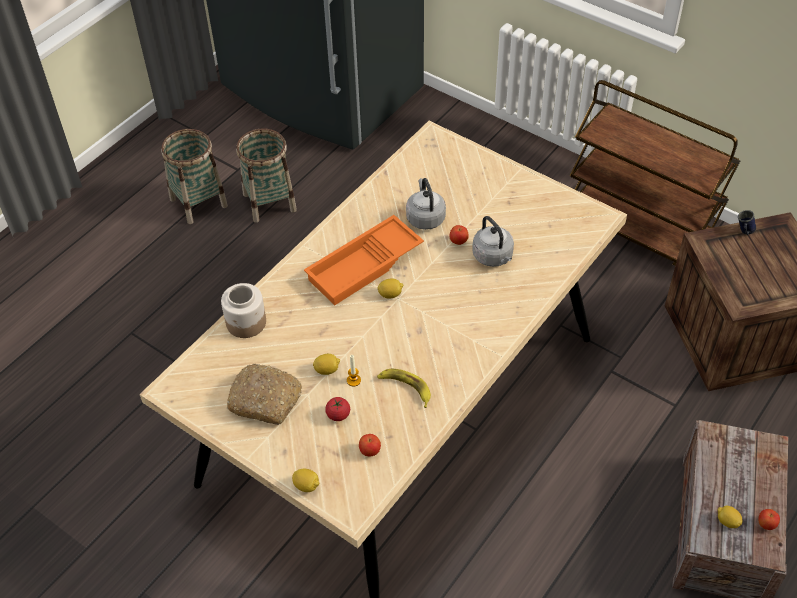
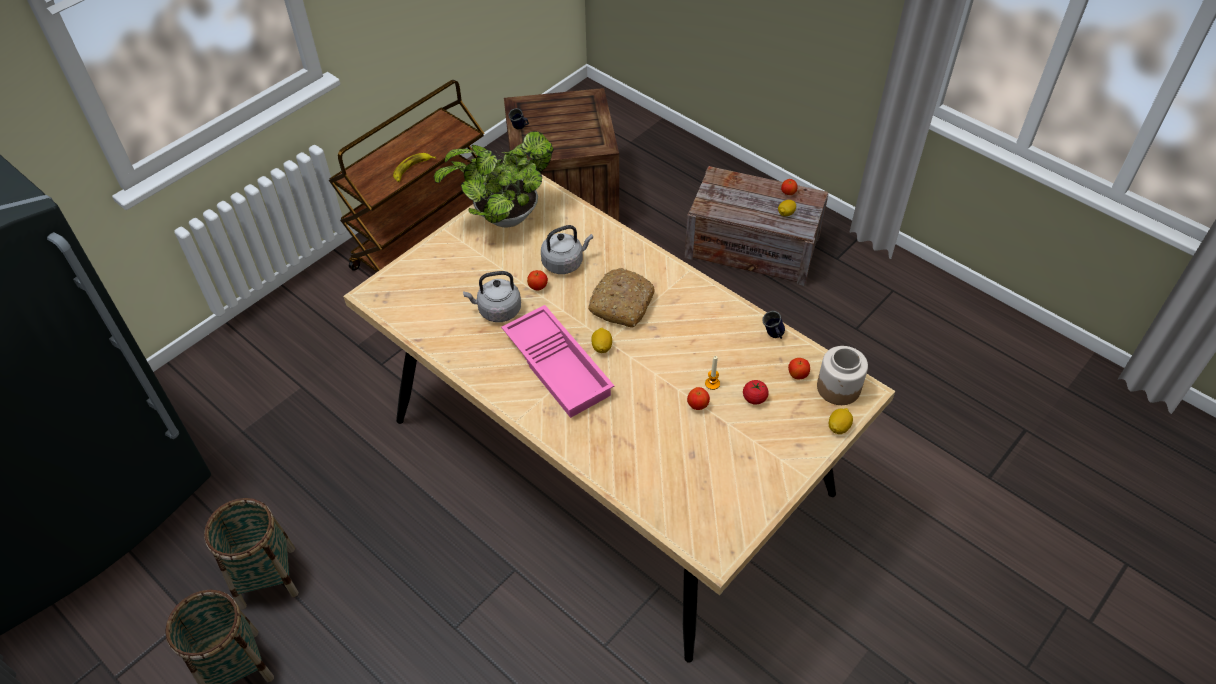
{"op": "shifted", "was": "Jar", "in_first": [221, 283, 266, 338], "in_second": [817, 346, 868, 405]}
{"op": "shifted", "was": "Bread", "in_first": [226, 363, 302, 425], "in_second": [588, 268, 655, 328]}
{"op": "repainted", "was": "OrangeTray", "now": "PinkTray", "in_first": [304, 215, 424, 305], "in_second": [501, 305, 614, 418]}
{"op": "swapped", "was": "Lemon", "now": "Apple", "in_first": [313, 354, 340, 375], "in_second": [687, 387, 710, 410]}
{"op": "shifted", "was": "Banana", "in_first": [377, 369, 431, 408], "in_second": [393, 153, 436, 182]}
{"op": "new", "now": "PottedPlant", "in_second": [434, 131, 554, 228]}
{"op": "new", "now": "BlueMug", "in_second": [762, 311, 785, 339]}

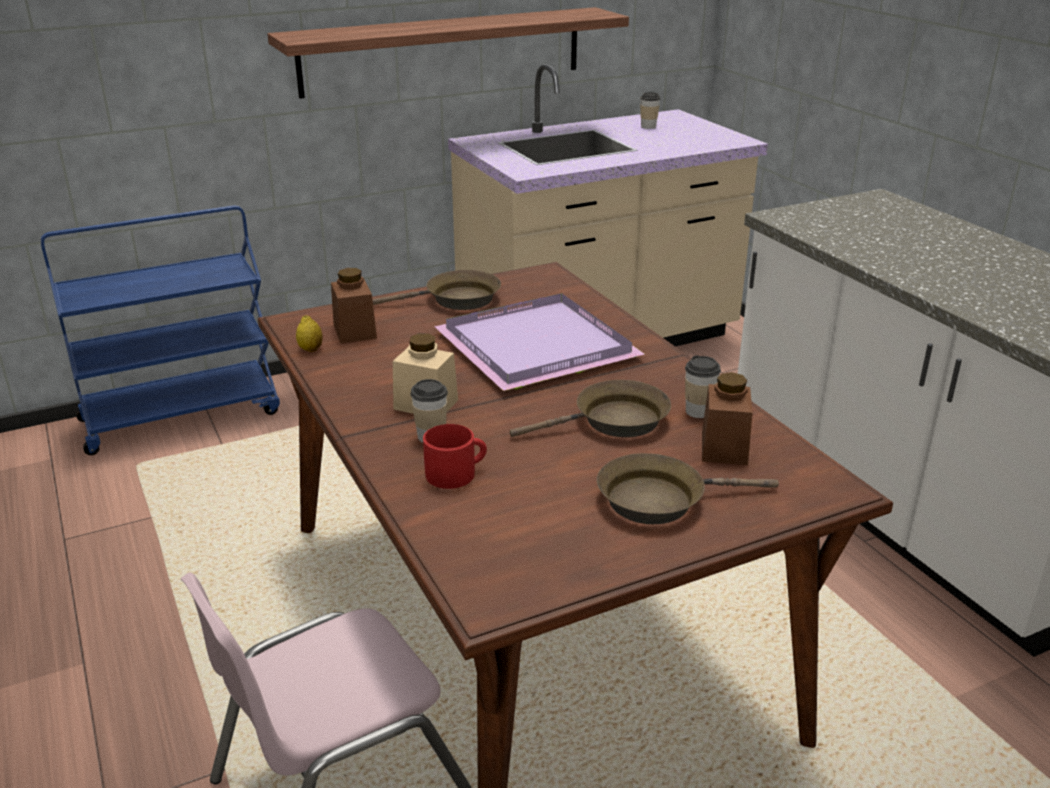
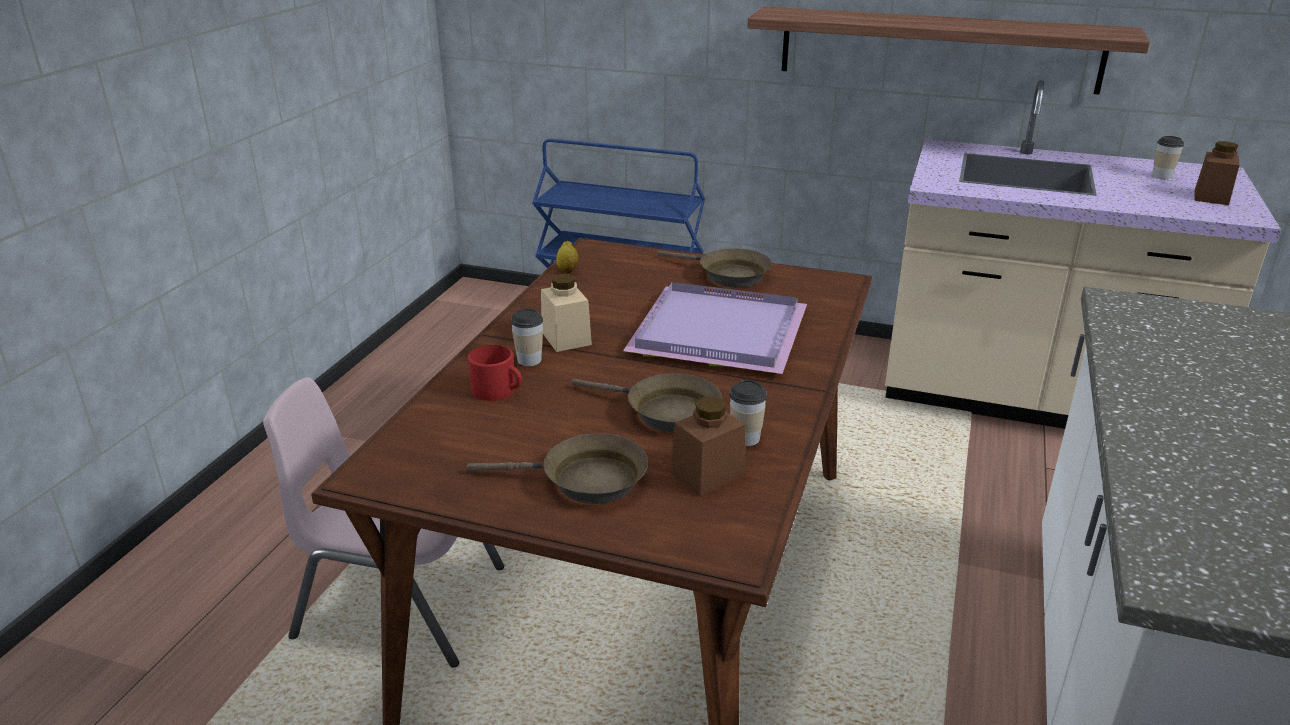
{"op": "shifted", "was": "BrownJar", "in_first": [331, 268, 377, 343], "in_second": [1194, 141, 1239, 205]}
{"op": "rotated", "was": "BrownFryingPan", "in_first": [597, 453, 779, 524], "in_second": [467, 433, 648, 504], "clockwise": 150}

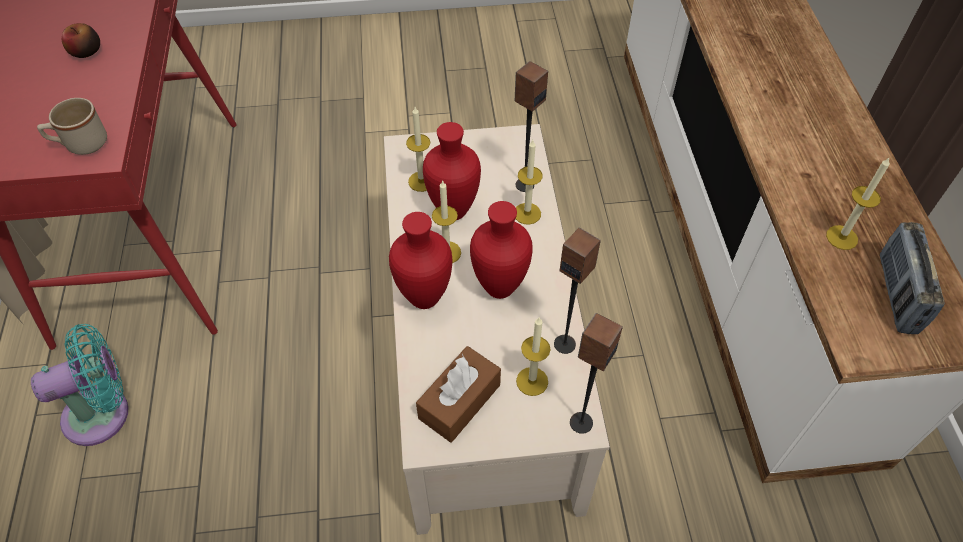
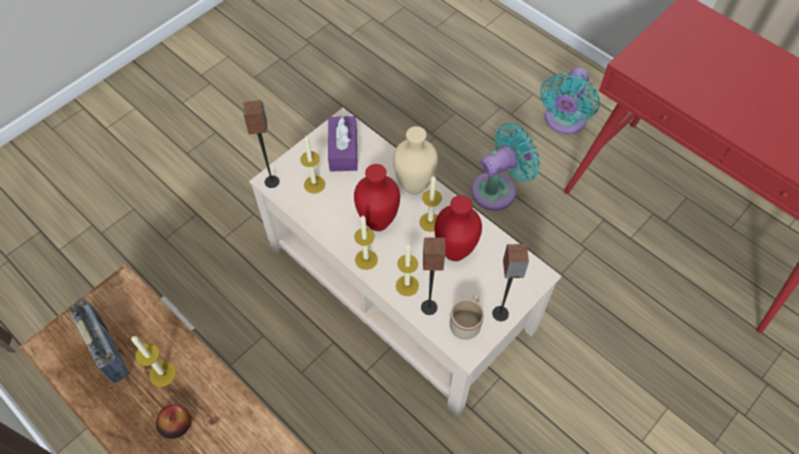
{"op": "shifted", "was": "BeigeMug", "in_first": [37, 98, 107, 155], "in_second": [450, 293, 484, 340]}
{"op": "shifted", "was": "Apple", "in_first": [62, 23, 100, 58], "in_second": [156, 404, 192, 439]}
{"op": "repainted", "was": "RedVase", "now": "BeigeVase", "in_first": [389, 212, 452, 309], "in_second": [393, 126, 438, 195]}
{"op": "shifted", "was": "Candle", "in_first": [406, 107, 430, 192], "in_second": [354, 215, 378, 270]}
{"op": "repainted", "was": "BrownTissueBox", "now": "PurpleTissueBox", "in_first": [416, 346, 501, 443], "in_second": [328, 116, 358, 172]}
{"op": "shifted", "was": "Speaker", "in_first": [554, 227, 601, 354], "in_second": [492, 244, 529, 321]}
{"op": "new", "now": "TurquoiseFan", "in_second": [471, 123, 540, 211]}

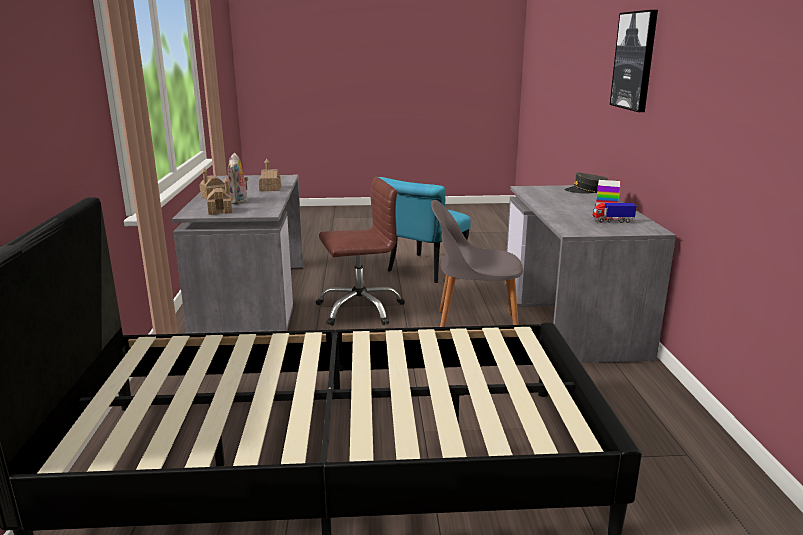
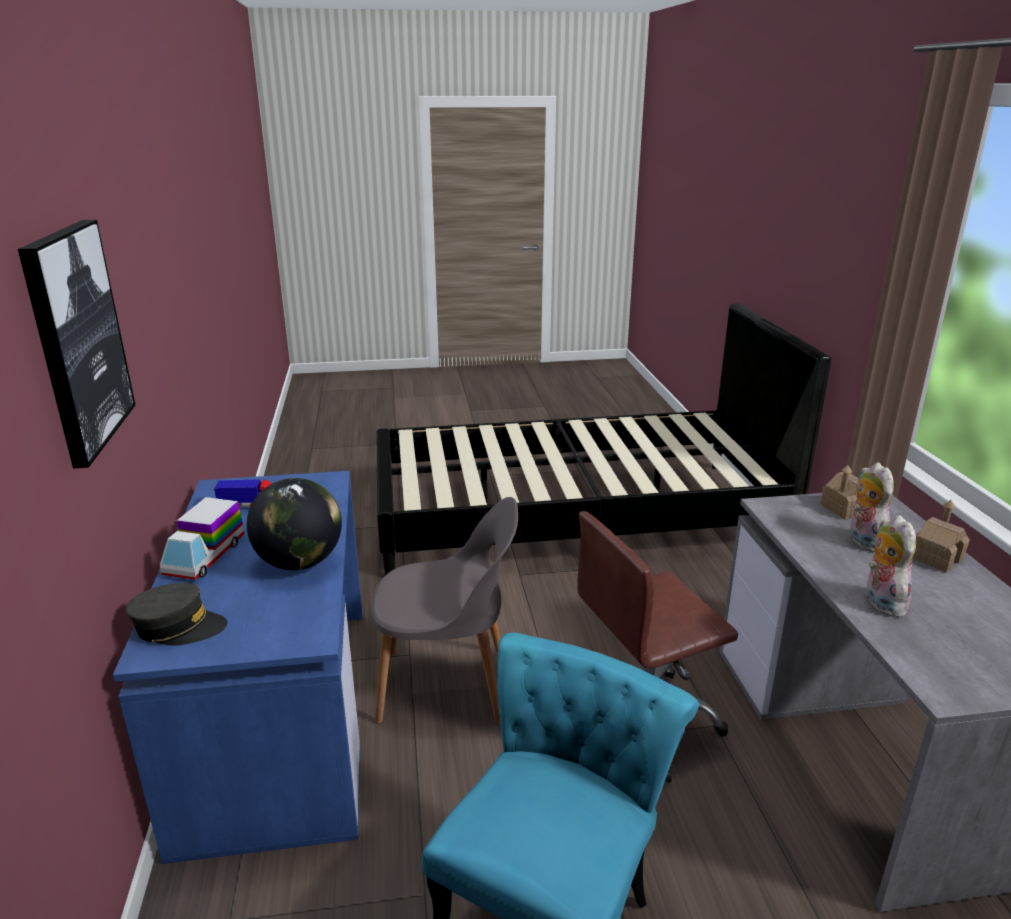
{"op": "swapped", "was": "ToyHouse", "now": "PlushToy", "in_first": [259, 159, 281, 191], "in_second": [866, 515, 916, 618]}
{"op": "repainted", "was": "GreyDesk", "now": "BlueDesk", "in_first": [505, 185, 676, 363], "in_second": [113, 471, 363, 864]}
{"op": "new", "now": "Globe", "in_second": [247, 478, 342, 570]}

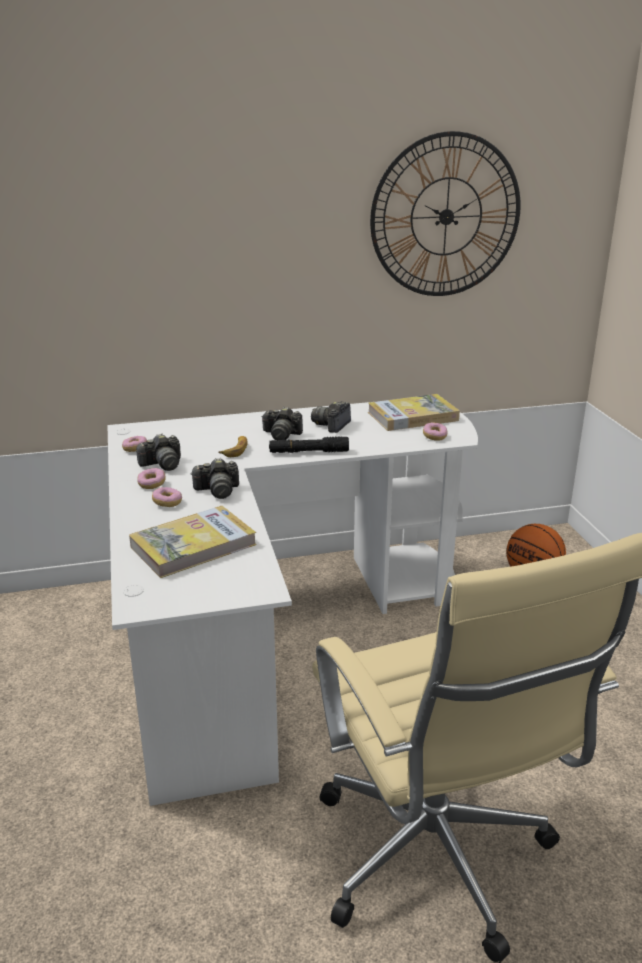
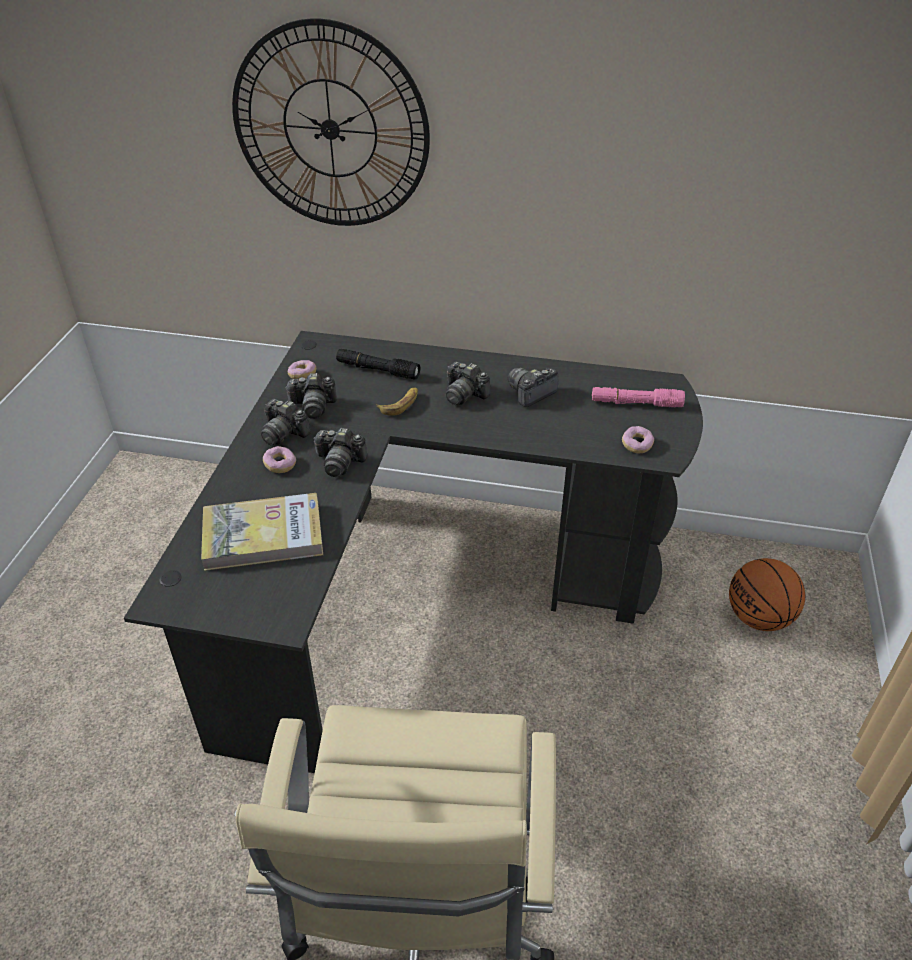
{"op": "repainted", "was": "WhiteDesk", "now": "BlackDesk", "in_first": [107, 402, 478, 806], "in_second": [124, 331, 703, 773]}
{"op": "swapped", "was": "Donut", "now": "PhotoCamera", "in_first": [137, 468, 166, 489], "in_second": [261, 399, 311, 446]}
{"op": "shifted", "was": "BlackFlashlight", "in_first": [269, 436, 349, 453], "in_second": [336, 349, 420, 380]}
{"op": "swapped", "was": "Book", "now": "PinkFlashlight", "in_first": [368, 394, 460, 431], "in_second": [592, 387, 685, 407]}
{"op": "shifted", "was": "WallClock", "in_first": [370, 131, 521, 296], "in_second": [232, 19, 430, 226]}

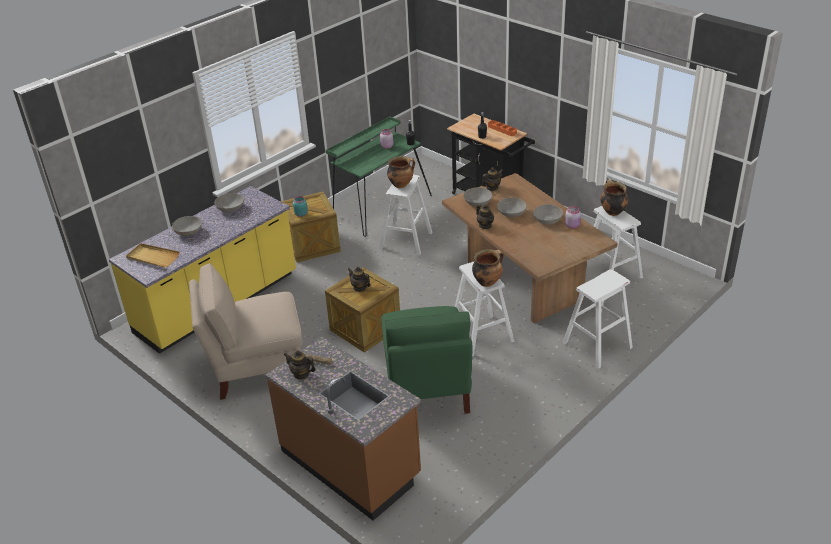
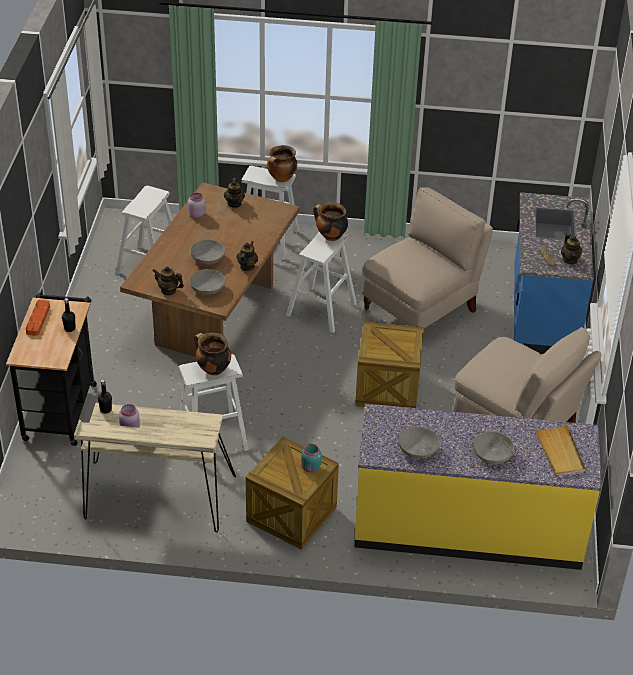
{"op": "repainted", "was": "BrownCounter", "now": "BlueCounter", "in_first": [266, 337, 421, 521], "in_second": [514, 192, 594, 354]}
{"op": "repainted", "was": "GreenDesk", "now": "BeigeDesk", "in_first": [326, 116, 432, 237], "in_second": [74, 403, 236, 532]}
{"op": "shifted", "was": "Teapot", "in_first": [348, 267, 371, 292], "in_second": [224, 178, 245, 208]}
{"op": "repainted", "was": "GreenChair", "now": "BeigeChair", "in_first": [381, 306, 472, 414], "in_second": [363, 187, 493, 328]}
{"op": "gone", "was": "GreyBowl", "in_first": [533, 204, 563, 225]}
{"op": "shifted", "was": "CookingPot", "in_first": [600, 180, 628, 216], "in_second": [267, 145, 297, 182]}

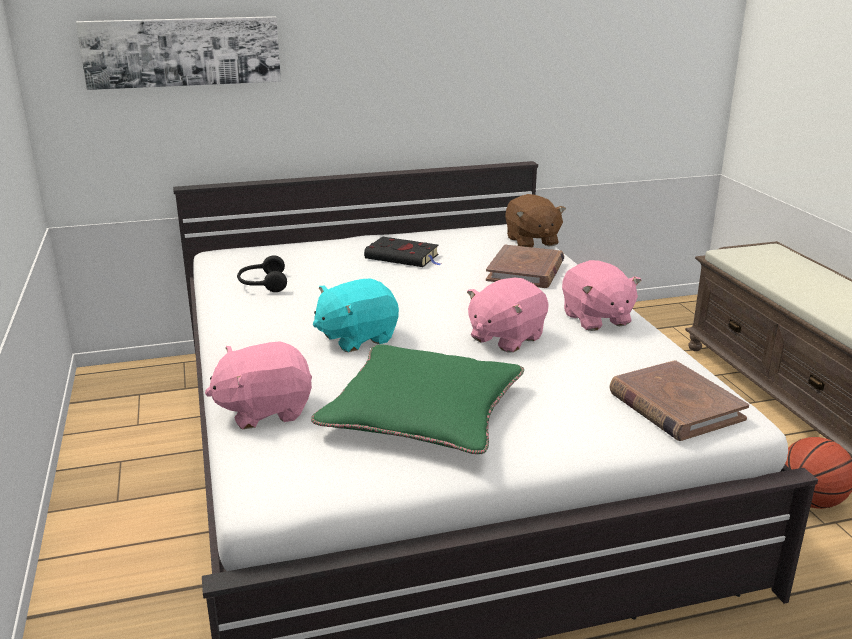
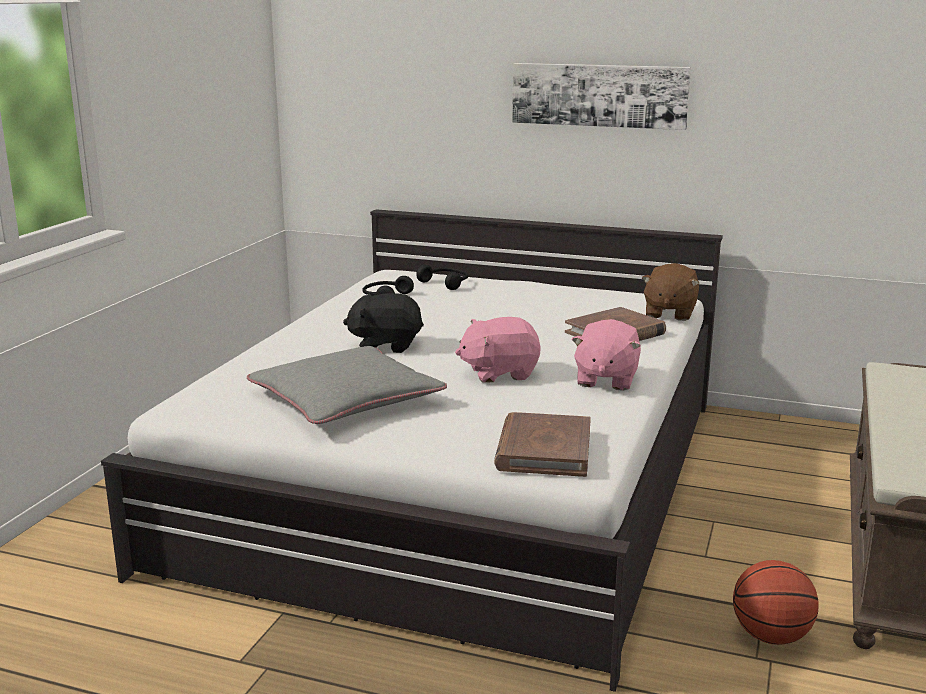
{"op": "shifted", "was": "Picture", "in_first": [76, 16, 281, 90], "in_second": [512, 63, 691, 130]}
{"op": "gone", "was": "PinkPlushToy", "in_first": [205, 341, 312, 429]}
{"op": "repainted", "was": "GreenPillow", "now": "GreyPillow", "in_first": [311, 345, 524, 454], "in_second": [247, 346, 447, 424]}
{"op": "repainted", "was": "TurquoisePlushToy", "now": "BlackPlushToy", "in_first": [313, 278, 399, 352], "in_second": [343, 293, 424, 353]}
{"op": "gone", "was": "BlackBook", "in_first": [364, 237, 441, 267]}
{"op": "new", "now": "BlackHeadphones", "in_second": [416, 265, 469, 290]}

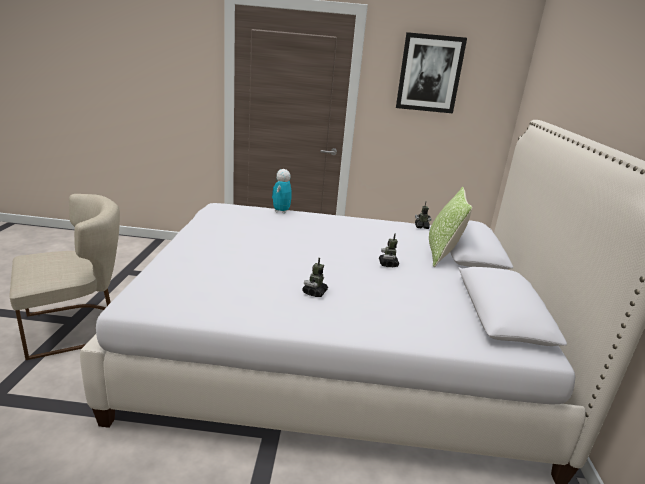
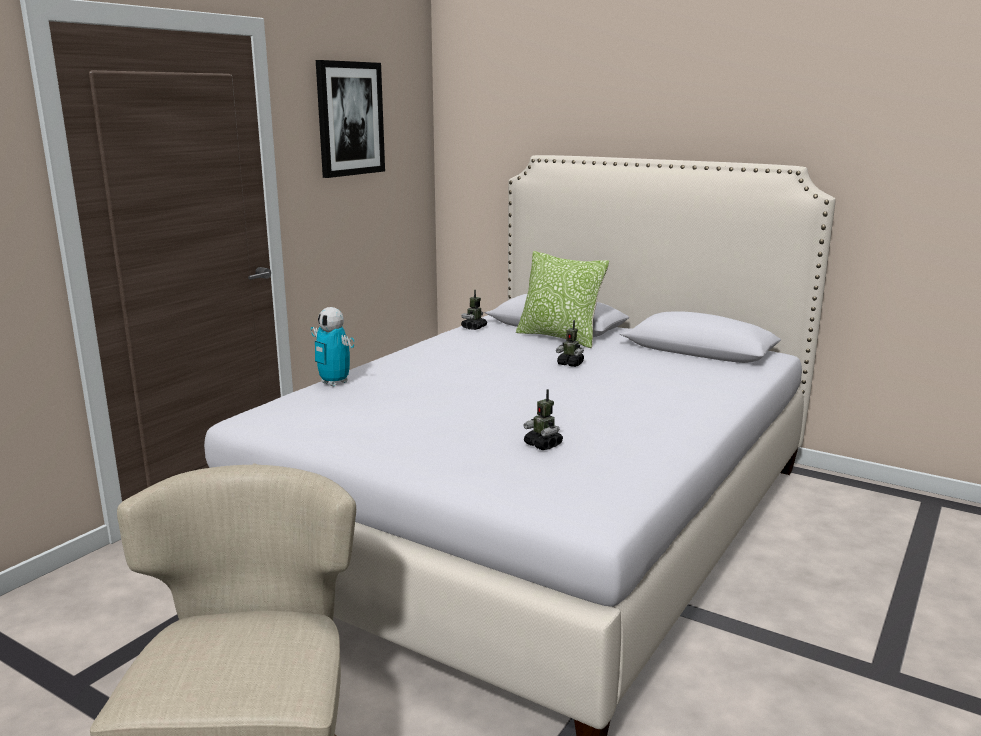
{"op": "shifted", "was": "ToyRobot", "in_first": [302, 258, 328, 297], "in_second": [523, 389, 563, 450]}

